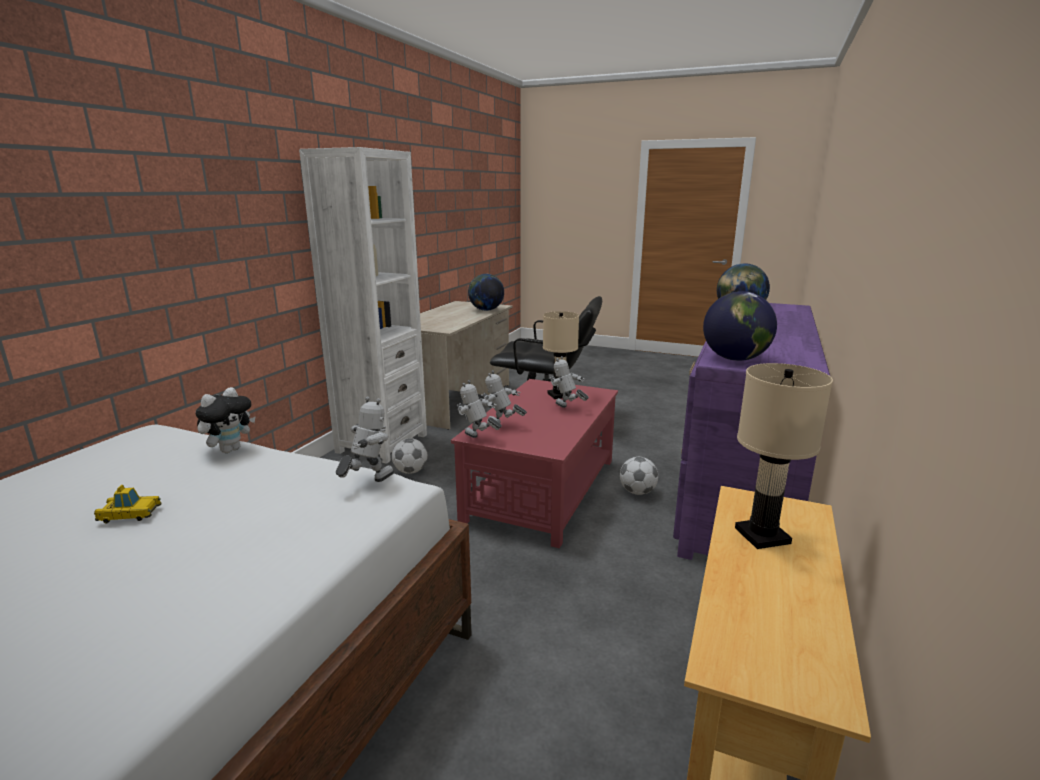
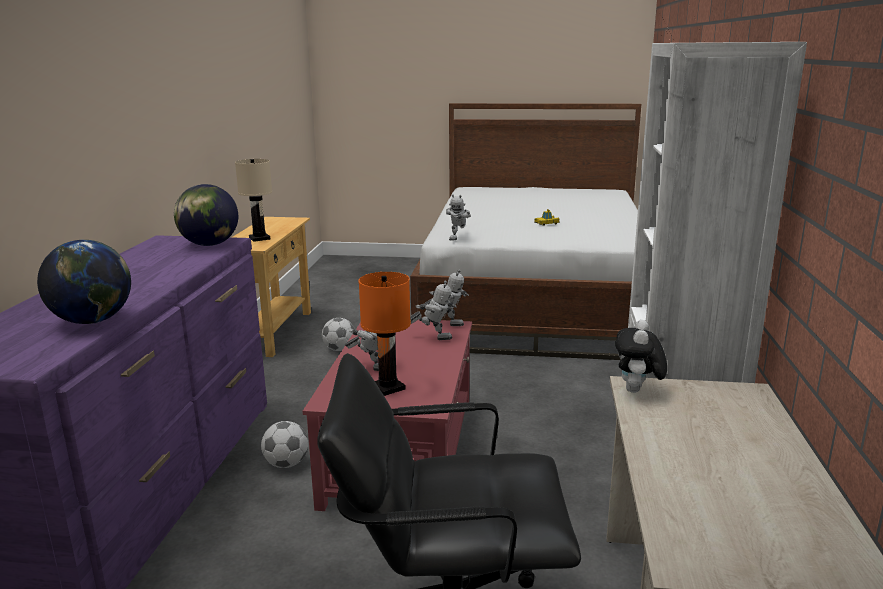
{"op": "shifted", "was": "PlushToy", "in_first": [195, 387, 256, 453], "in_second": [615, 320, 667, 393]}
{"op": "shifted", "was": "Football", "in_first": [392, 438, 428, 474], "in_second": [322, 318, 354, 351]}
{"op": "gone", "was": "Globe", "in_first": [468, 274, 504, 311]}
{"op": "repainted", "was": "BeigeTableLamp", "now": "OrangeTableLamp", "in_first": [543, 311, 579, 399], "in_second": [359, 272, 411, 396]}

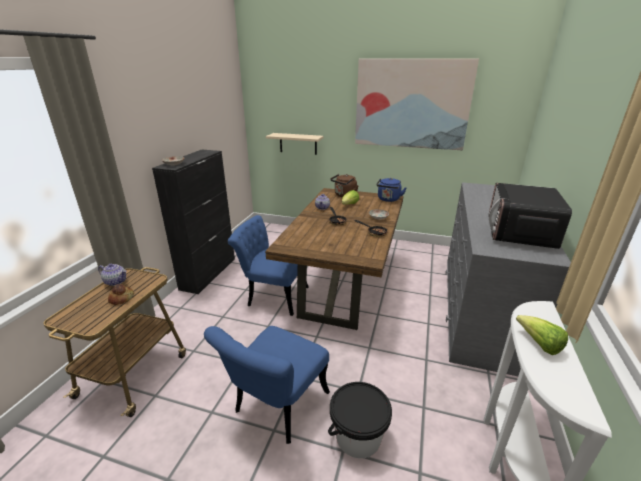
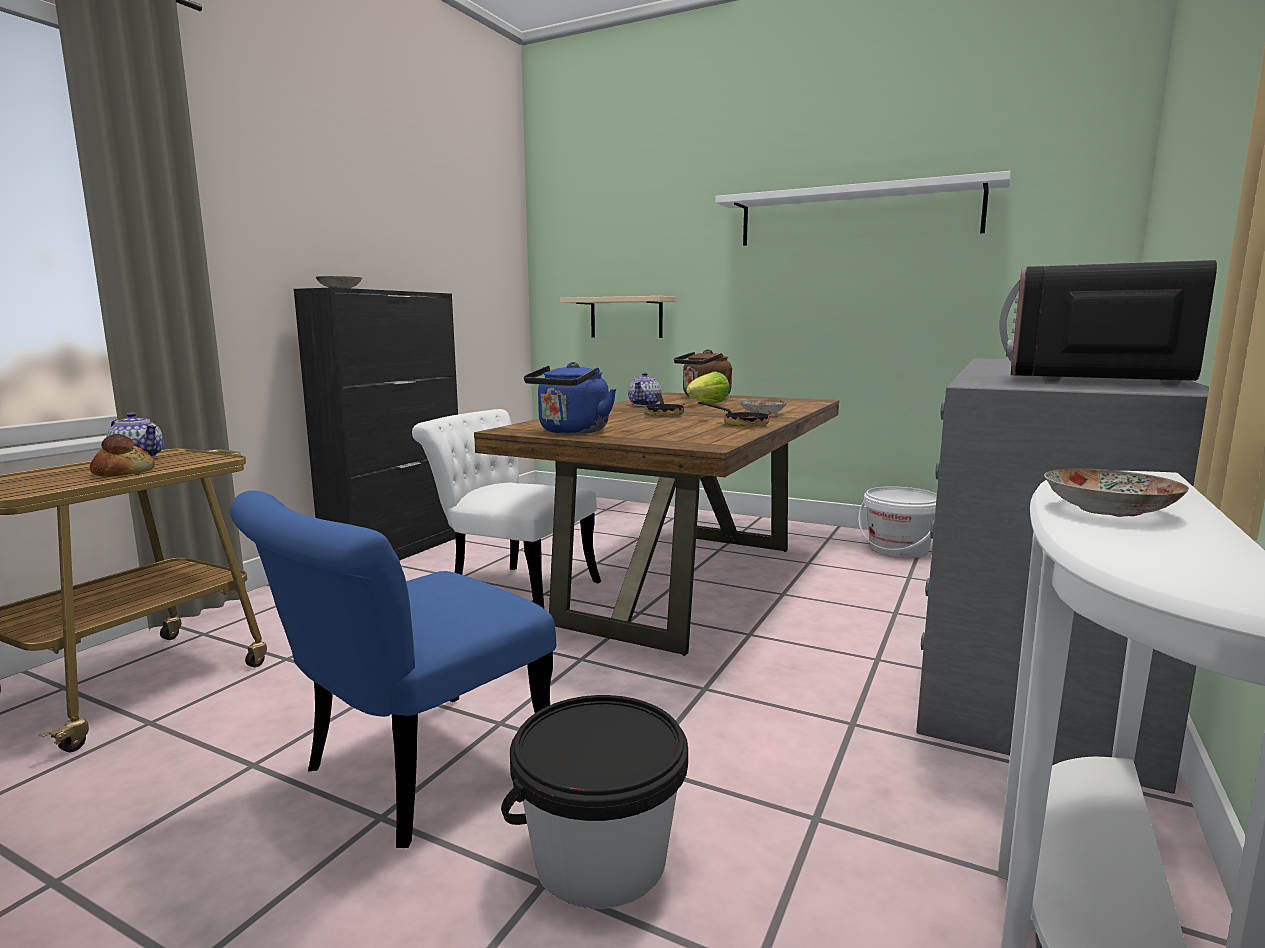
{"op": "repainted", "was": "BlueChair", "now": "WhiteChair", "in_first": [228, 215, 308, 316], "in_second": [412, 409, 601, 608]}
{"op": "swapped", "was": "Picture", "now": "WhiteShelf", "in_first": [355, 58, 479, 151], "in_second": [715, 171, 1011, 246]}
{"op": "shifted", "was": "BlueKettle", "in_first": [377, 178, 406, 202], "in_second": [524, 362, 616, 434]}
{"op": "swapped", "was": "Lettuce", "now": "Plate", "in_first": [516, 315, 568, 355], "in_second": [1044, 469, 1189, 517]}
{"op": "new", "now": "WhiteBucket", "in_second": [858, 486, 937, 558]}

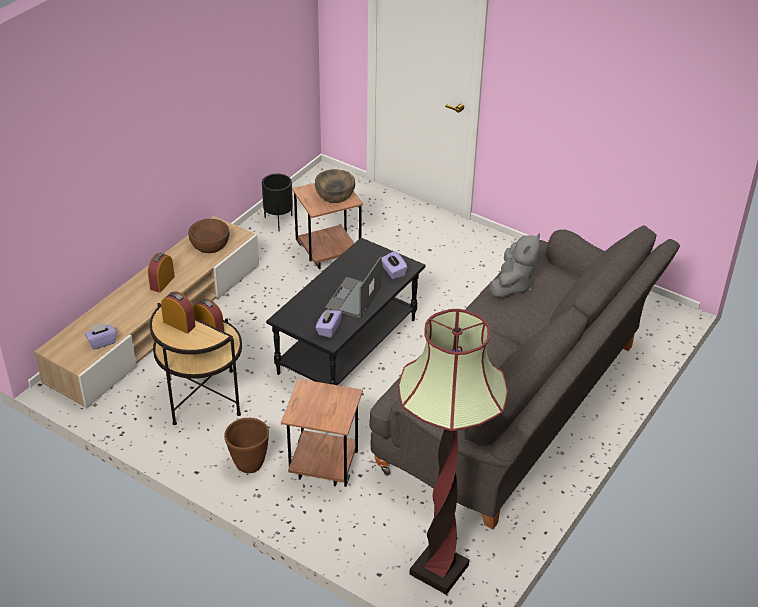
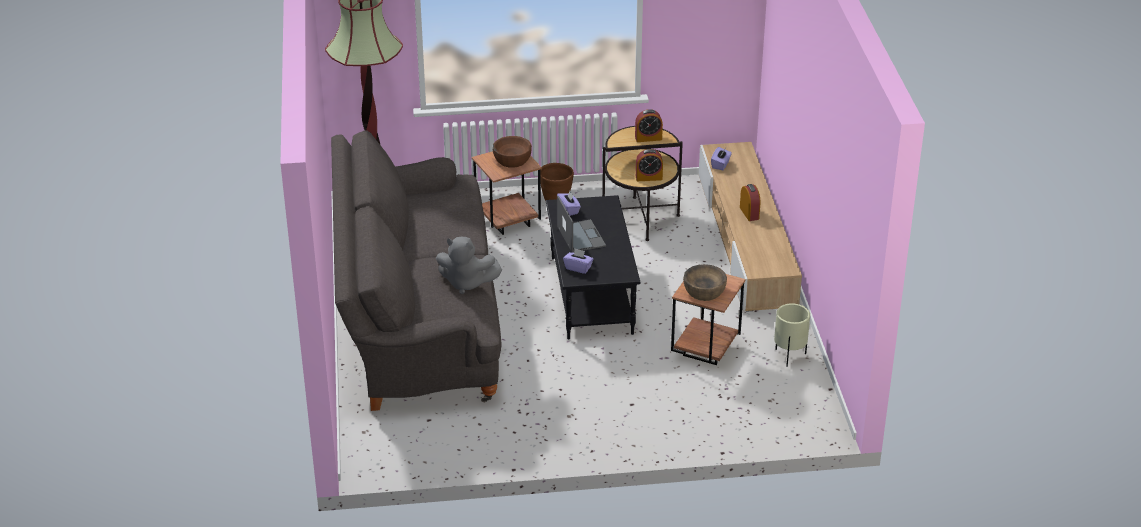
{"op": "shifted", "was": "BrownBowl", "in_first": [188, 219, 230, 253], "in_second": [493, 136, 532, 168]}
{"op": "repainted", "was": "BlackPlanter", "now": "BeigePlanter", "in_first": [262, 174, 293, 231], "in_second": [774, 303, 810, 367]}
{"op": "rotated", "was": "GreyPlushToy", "in_first": [489, 233, 541, 298], "in_second": [436, 237, 502, 294], "clockwise": -60}

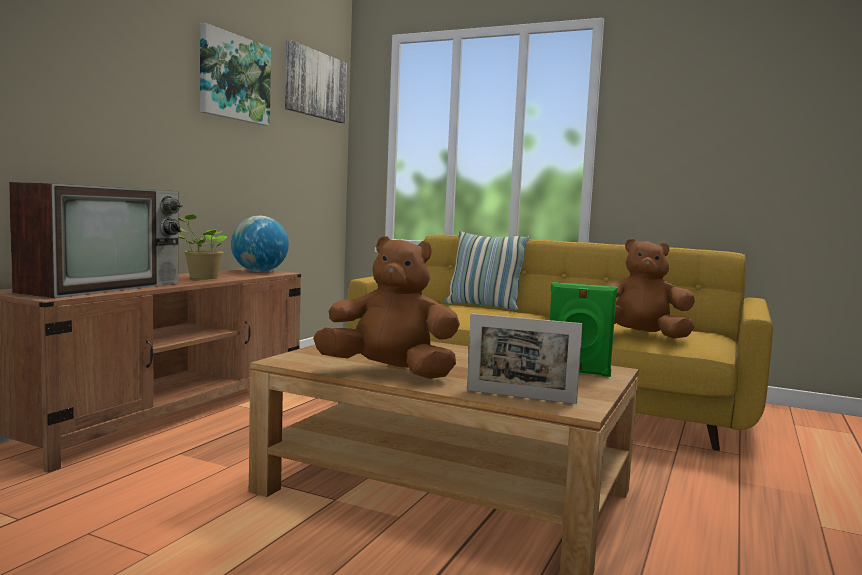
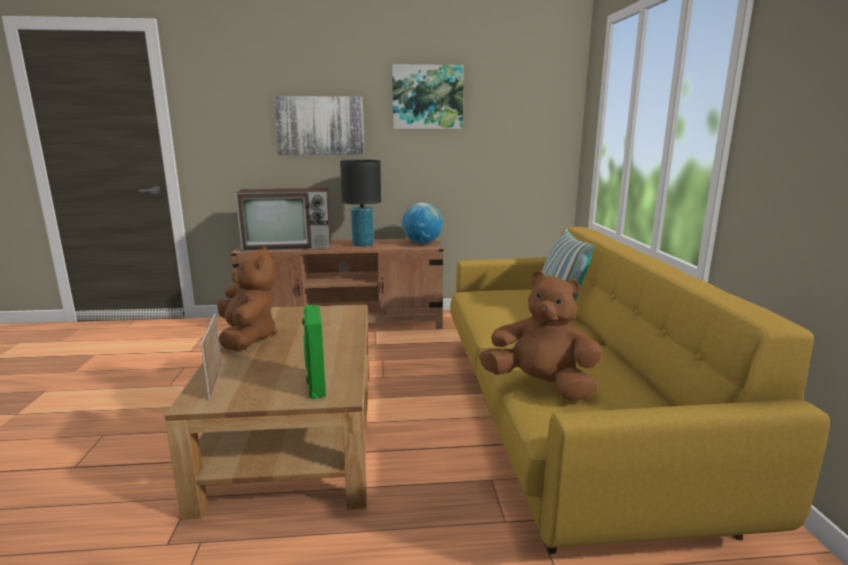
{"op": "swapped", "was": "PottedPlant", "now": "BlackTableLamp", "in_first": [179, 215, 227, 279], "in_second": [340, 160, 381, 247]}
{"op": "shifted", "was": "Picture", "in_first": [285, 40, 347, 123], "in_second": [274, 96, 364, 155]}
{"op": "rotated", "was": "BrownPlushToy", "in_first": [604, 239, 695, 339], "in_second": [479, 271, 603, 401], "clockwise": -45}

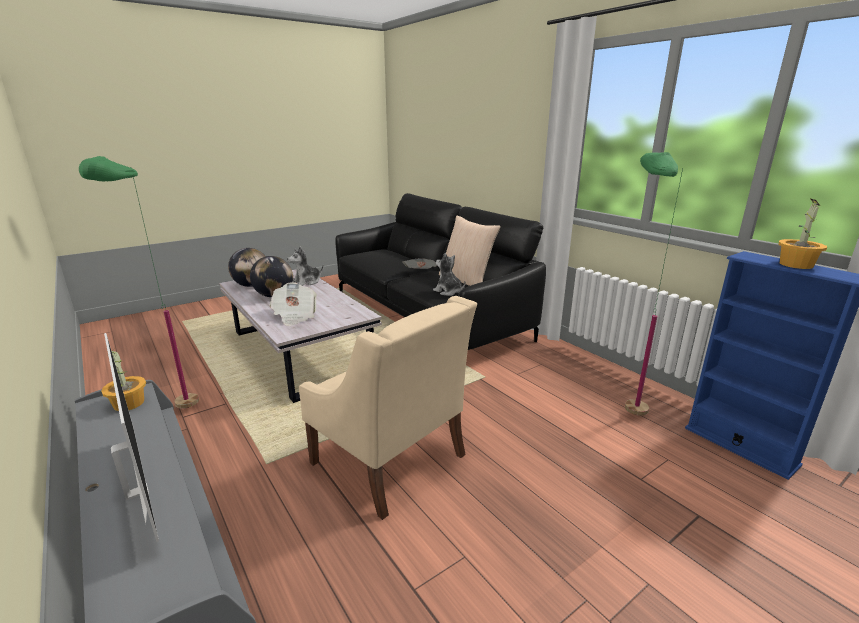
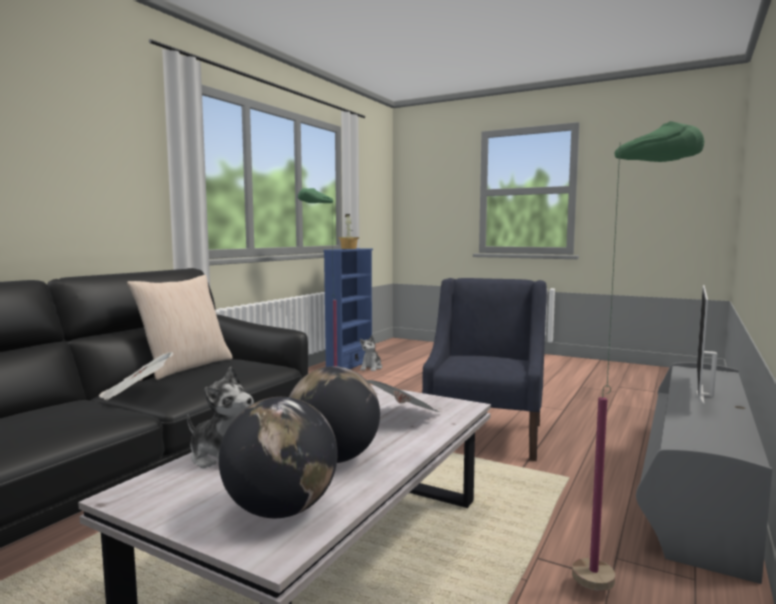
{"op": "gone", "was": "PottedPlant", "in_first": [101, 351, 146, 411]}
{"op": "repainted", "was": "BeigeArmchair", "now": "BlueArmchair", "in_first": [299, 296, 477, 520], "in_second": [422, 278, 547, 461]}
{"op": "shifted", "was": "PlushToy", "in_first": [433, 253, 466, 296], "in_second": [360, 335, 382, 371]}

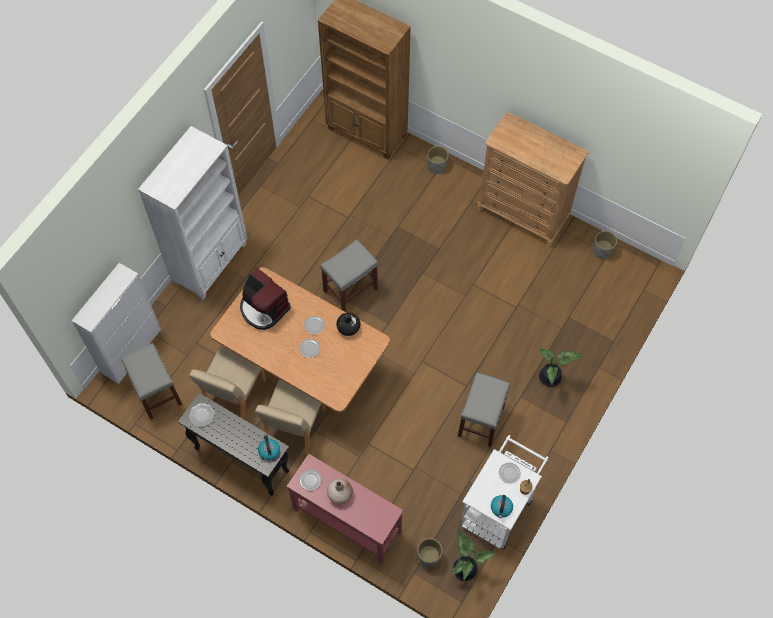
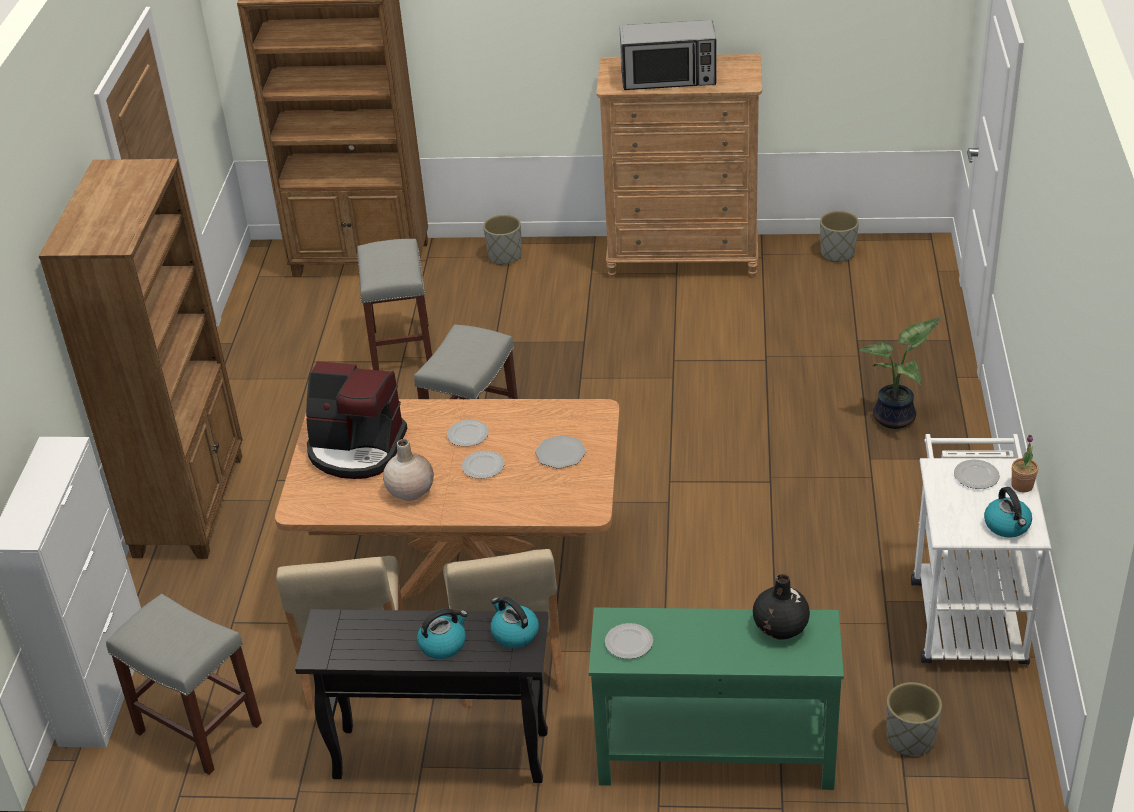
{"op": "repainted", "was": "WhiteBookcase", "now": "BrownBookcase", "in_first": [138, 126, 248, 300], "in_second": [39, 159, 243, 559]}
{"op": "shifted", "was": "Plate", "in_first": [189, 403, 215, 427], "in_second": [535, 435, 586, 469]}
{"op": "repainted", "was": "RedConsoleTable", "now": "GreenConsoleTable", "in_first": [286, 454, 404, 563], "in_second": [589, 607, 844, 790]}
{"op": "shifted", "was": "BeigeVase", "in_first": [327, 478, 353, 504], "in_second": [383, 439, 434, 501]}
{"op": "shifted", "was": "BlackVase", "in_first": [336, 312, 360, 336], "in_second": [753, 574, 810, 640]}
{"op": "gone", "was": "PottedPlant", "in_first": [451, 528, 495, 581]}
{"op": "shifted", "was": "GreyStool", "in_first": [458, 373, 510, 447], "in_second": [357, 239, 432, 370]}
{"op": "new", "now": "Kettle", "in_second": [417, 608, 468, 659]}
{"op": "new", "now": "Microwave", "in_second": [620, 20, 717, 90]}

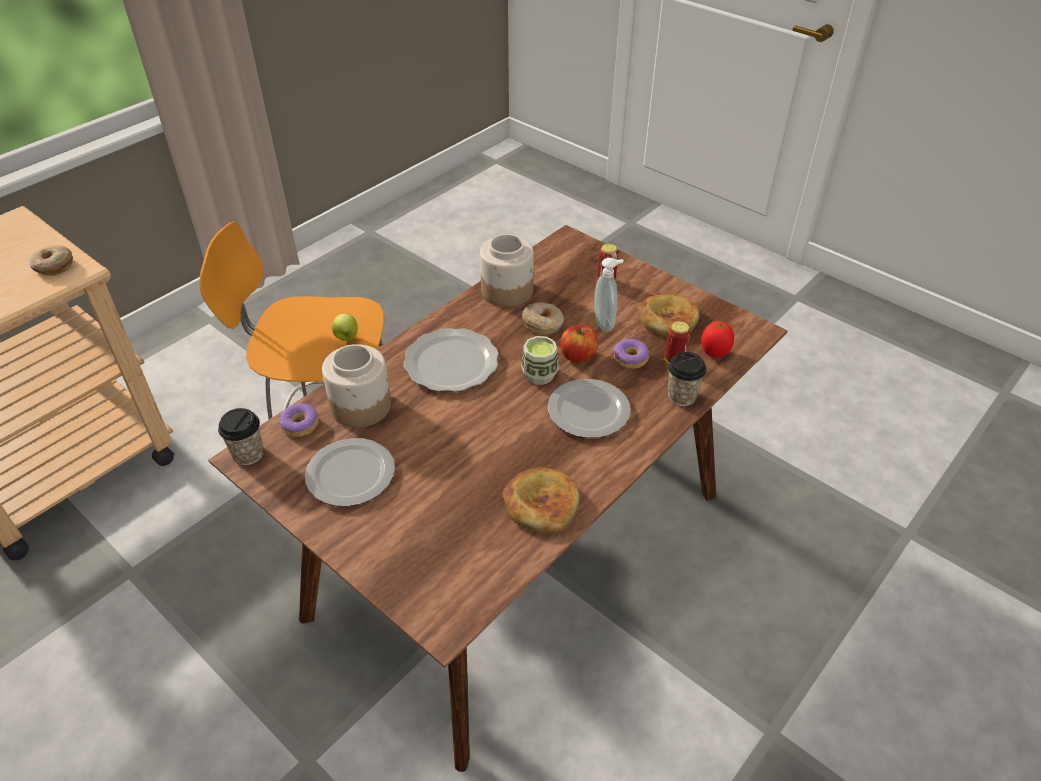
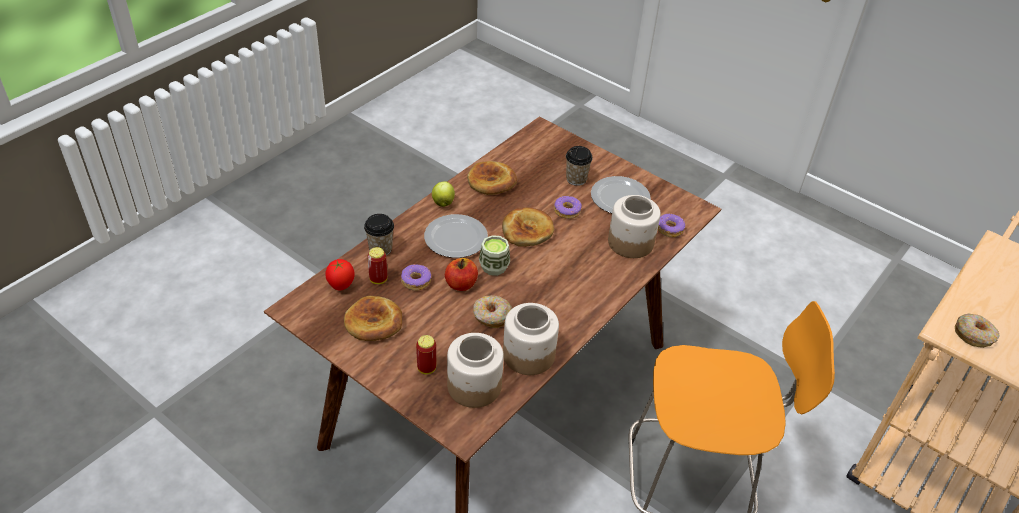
{"op": "shifted", "was": "Cup", "in_first": [218, 408, 264, 465], "in_second": [566, 146, 593, 186]}
{"op": "shifted", "was": "Apple", "in_first": [332, 313, 358, 341], "in_second": [432, 181, 455, 207]}
{"op": "gone", "was": "Plate", "in_first": [403, 328, 499, 392]}
{"op": "gone", "was": "SoapDispenser", "in_first": [594, 258, 624, 332]}
{"op": "new", "now": "Jar", "in_second": [447, 333, 504, 408]}
{"op": "new", "now": "Bread", "in_second": [502, 208, 554, 247]}
{"op": "new", "now": "Donut", "in_second": [554, 196, 582, 219]}

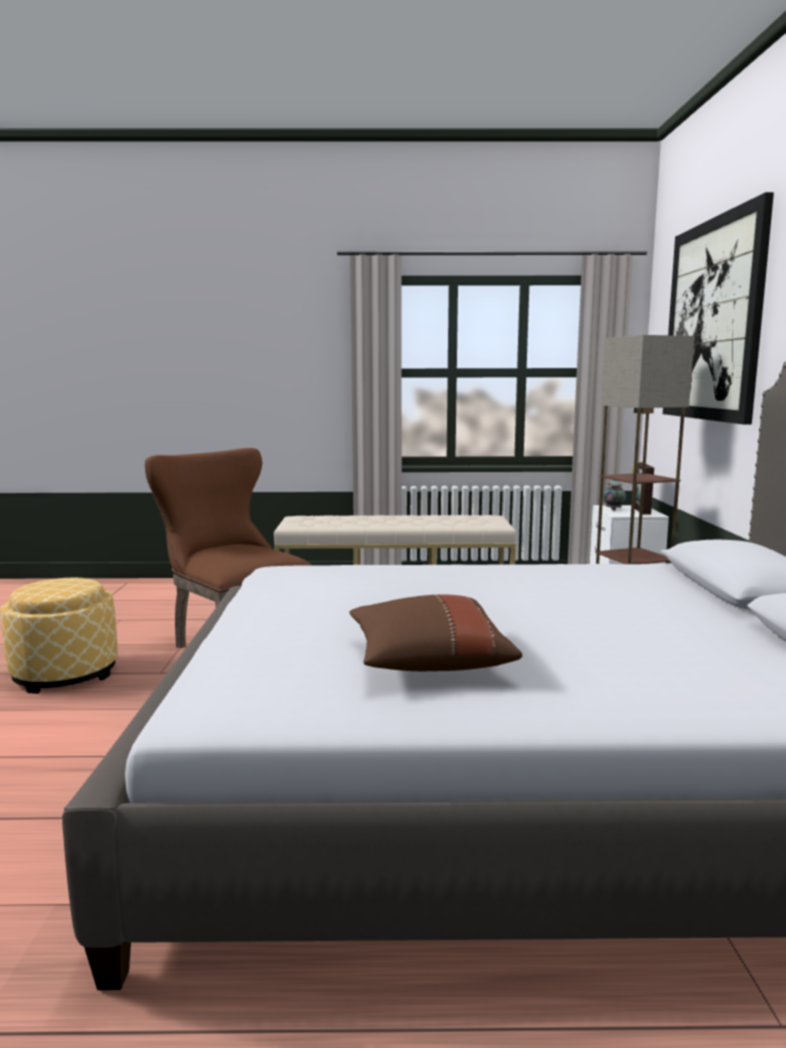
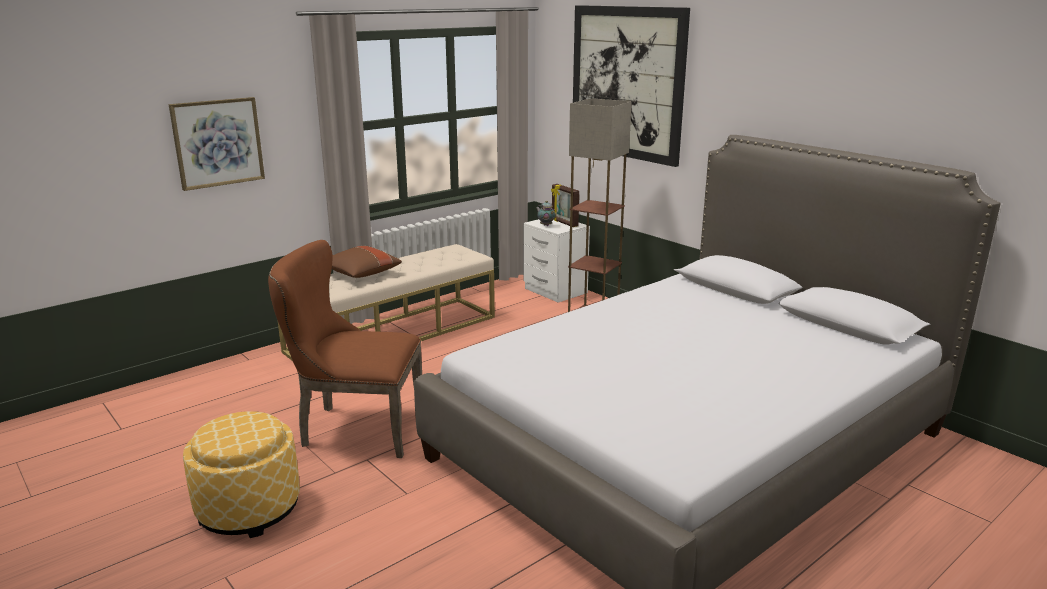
{"op": "shifted", "was": "BrownPillow", "in_first": [349, 594, 522, 671], "in_second": [332, 246, 402, 278]}
{"op": "new", "now": "Picture", "in_second": [169, 97, 265, 191]}

